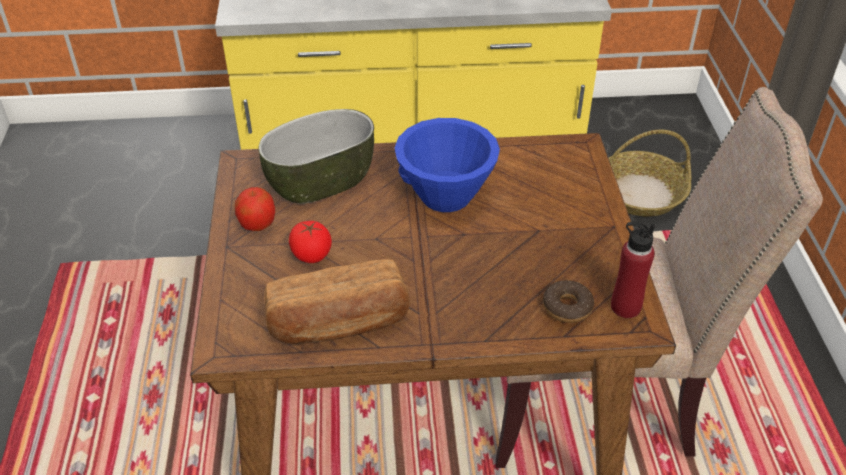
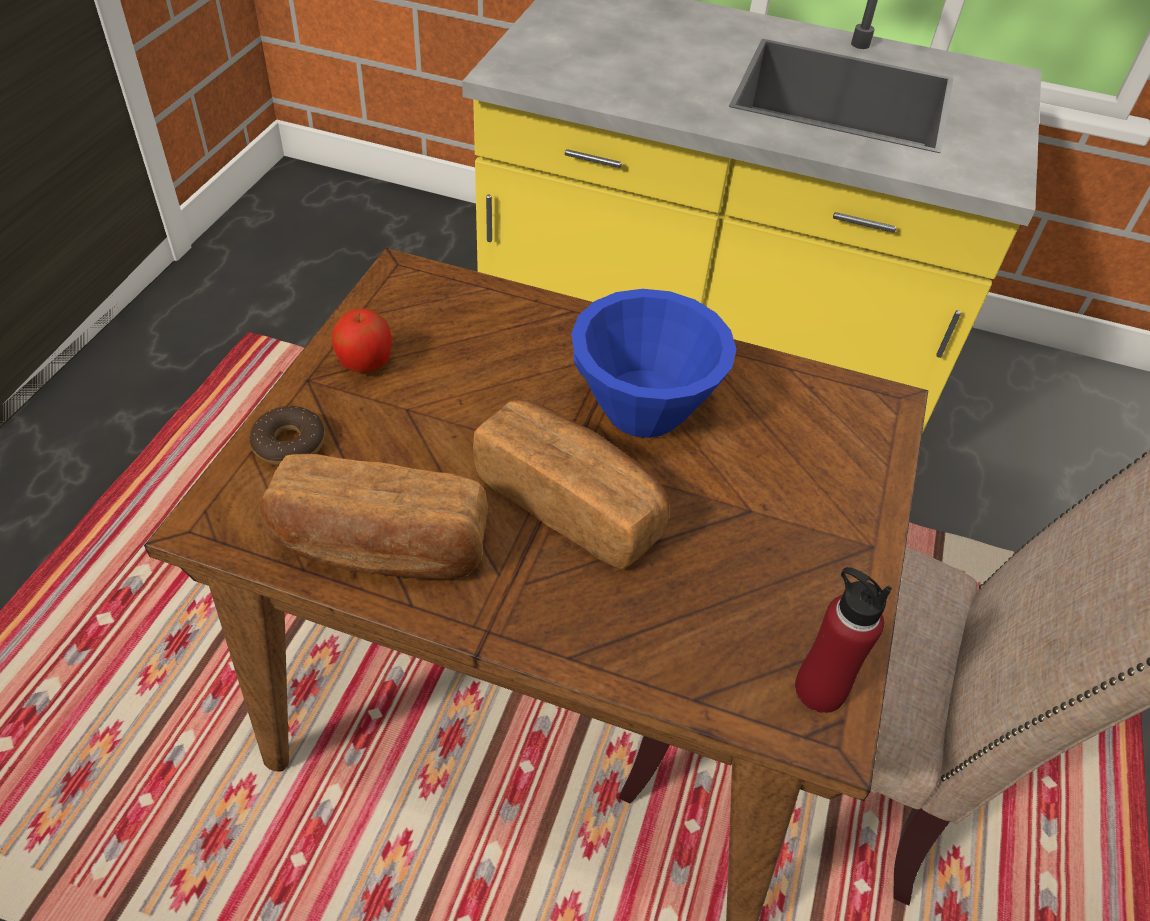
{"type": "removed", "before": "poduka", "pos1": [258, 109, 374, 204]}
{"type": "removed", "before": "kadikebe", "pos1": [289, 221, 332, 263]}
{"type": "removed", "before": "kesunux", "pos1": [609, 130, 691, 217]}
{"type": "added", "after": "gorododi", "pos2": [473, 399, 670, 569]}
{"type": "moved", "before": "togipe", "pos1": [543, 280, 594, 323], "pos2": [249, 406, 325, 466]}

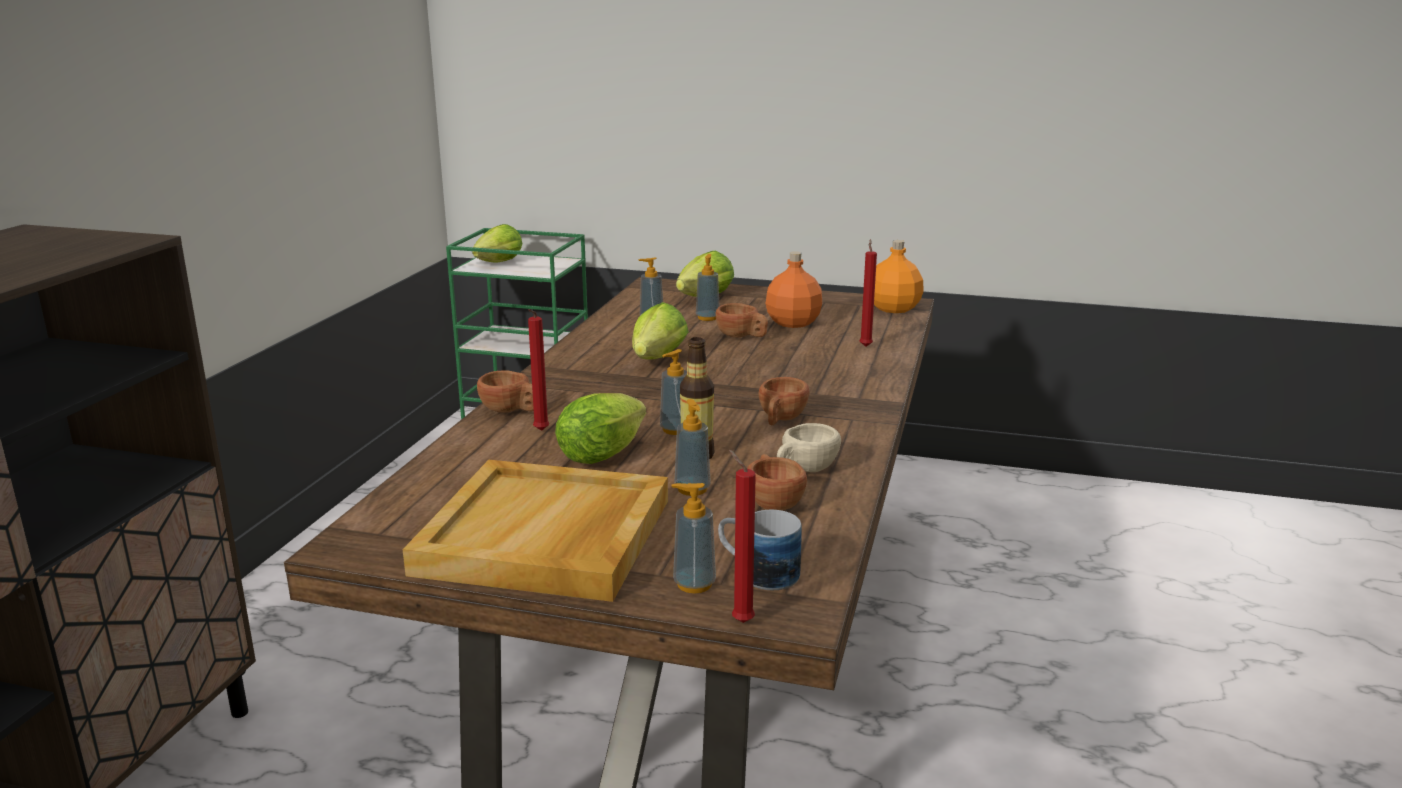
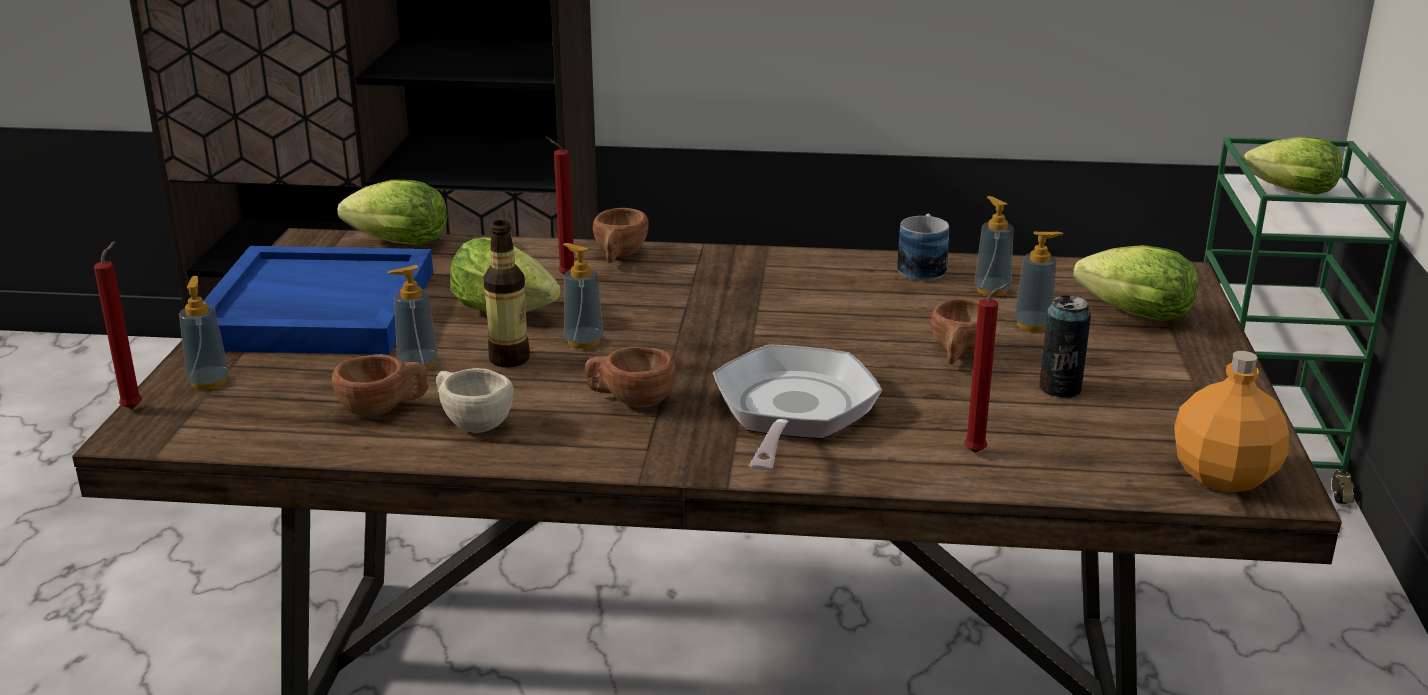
{"type": "added", "after": "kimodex", "pos2": [713, 344, 882, 471]}
{"type": "moved", "before": "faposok", "pos1": [632, 302, 689, 360], "pos2": [337, 180, 447, 245]}
{"type": "moved", "before": "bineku", "pos1": [718, 510, 802, 590], "pos2": [897, 214, 949, 281]}
{"type": "replaced", "before": "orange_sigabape", "after": "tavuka", "pos1": [765, 251, 822, 328], "pos2": [1039, 295, 1091, 398]}
{"type": "recoloured", "before": "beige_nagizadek", "after": "blue_nagizadek", "pos1": [403, 460, 668, 602], "pos2": [203, 246, 433, 355]}

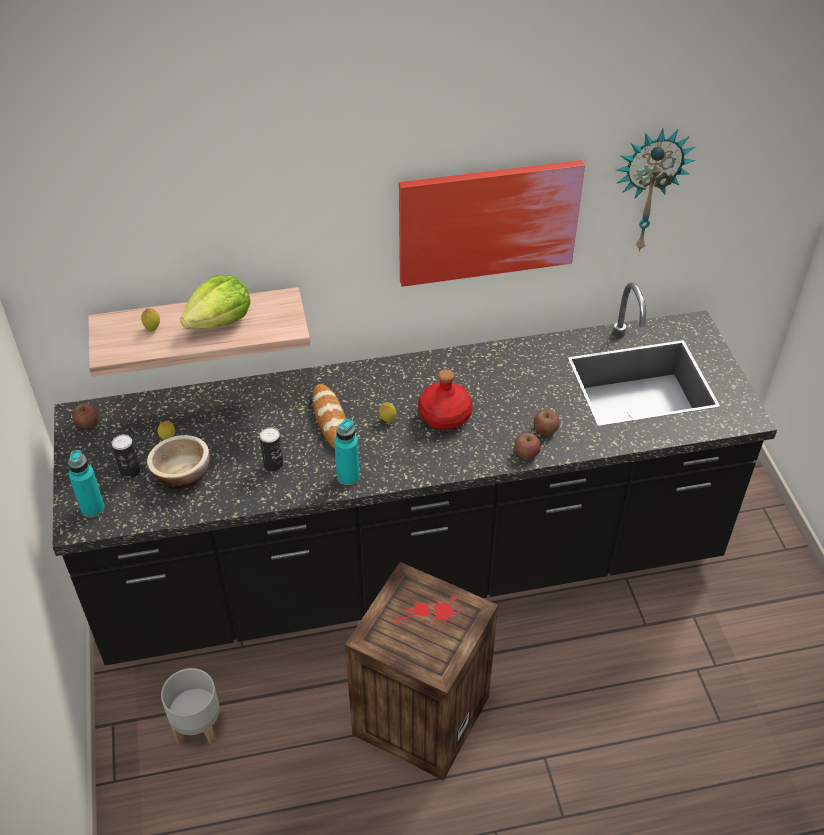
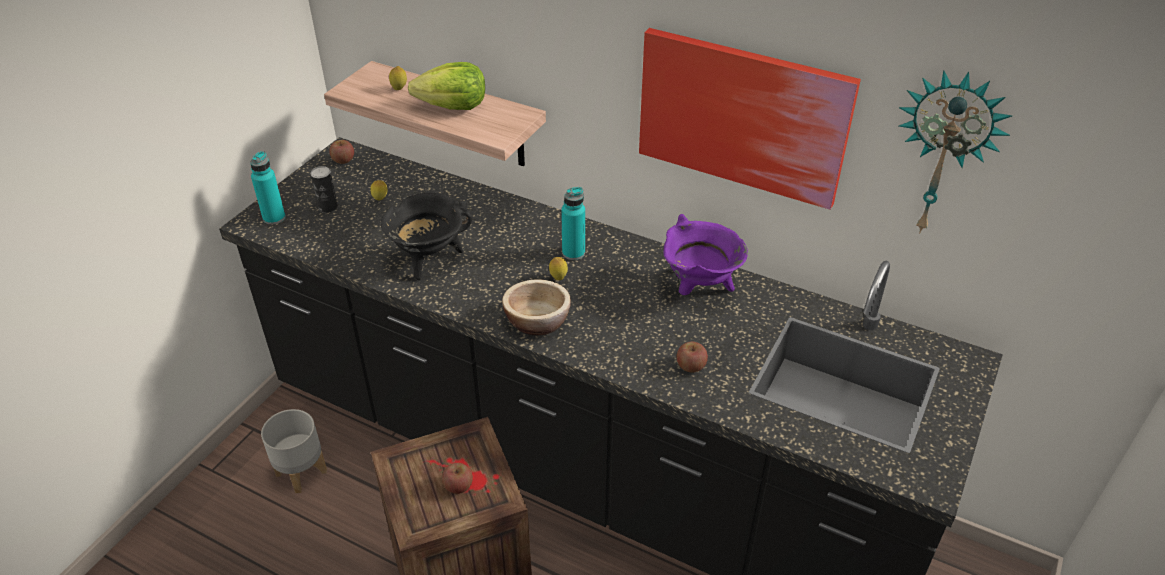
{"type": "removed", "before": "gorododi", "pos1": [313, 384, 346, 449]}
{"type": "removed", "before": "red_sigabape", "pos1": [418, 369, 473, 430]}
{"type": "added", "after": "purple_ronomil", "pos2": [664, 214, 748, 295]}
{"type": "moved", "before": "poduka", "pos1": [147, 435, 210, 489], "pos2": [502, 279, 571, 335]}
{"type": "moved", "before": "turquoise_sigabape", "pos1": [334, 419, 360, 485], "pos2": [561, 187, 585, 260]}
{"type": "moved", "before": "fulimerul", "pos1": [514, 433, 541, 459], "pos2": [442, 463, 473, 494]}
{"type": "replaced", "before": "tavuka", "after": "black_ronomil", "pos1": [259, 427, 283, 472], "pos2": [380, 193, 472, 280]}

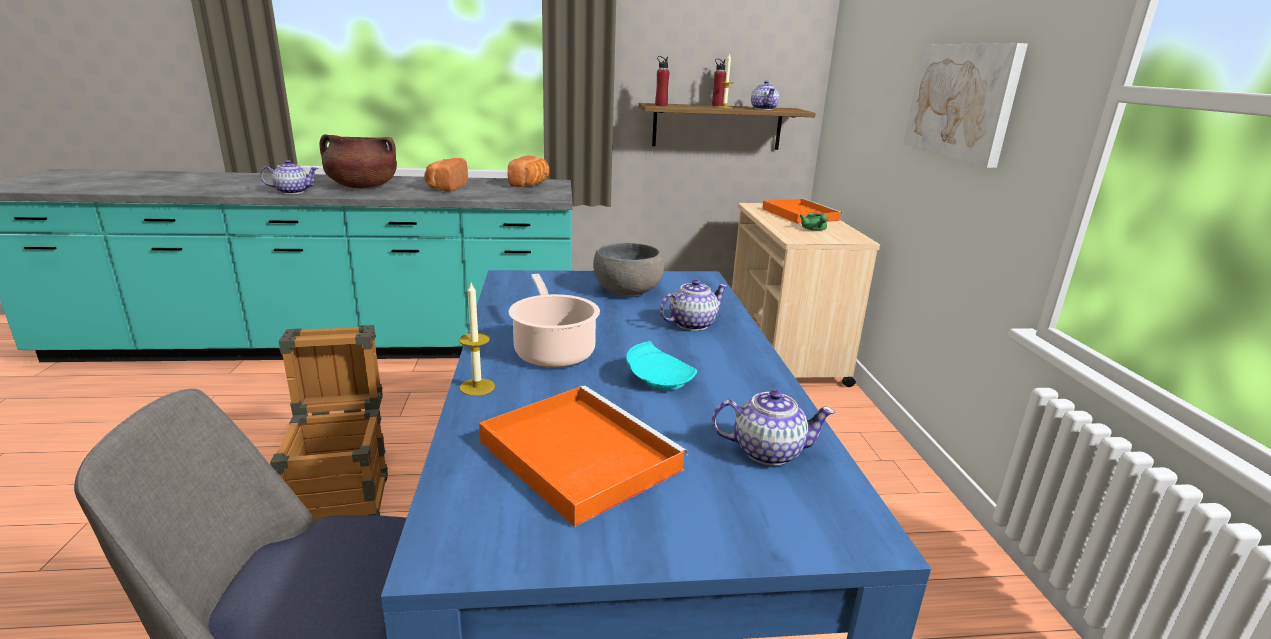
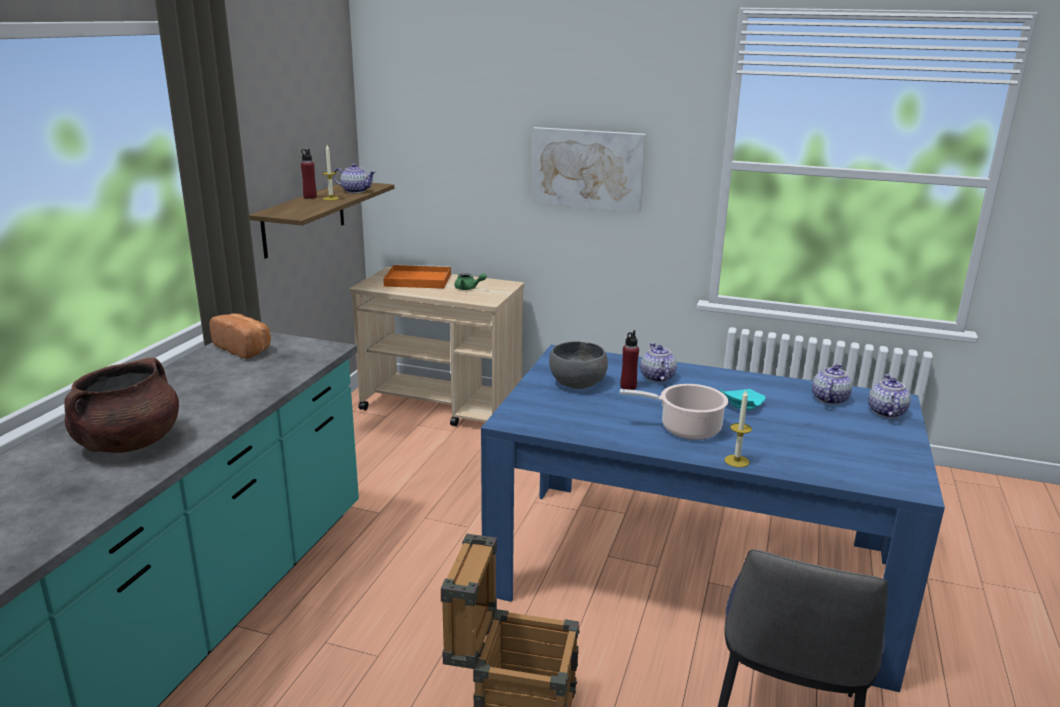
{"type": "removed", "before": "gorododi", "pos1": [424, 158, 468, 192]}
{"type": "removed", "before": "orange_nagizadek", "pos1": [479, 386, 688, 527]}
{"type": "moved", "before": "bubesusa", "pos1": [260, 160, 318, 194], "pos2": [868, 374, 911, 418]}
{"type": "moved", "before": "red_sigabape", "pos1": [655, 56, 669, 106], "pos2": [620, 330, 639, 390]}

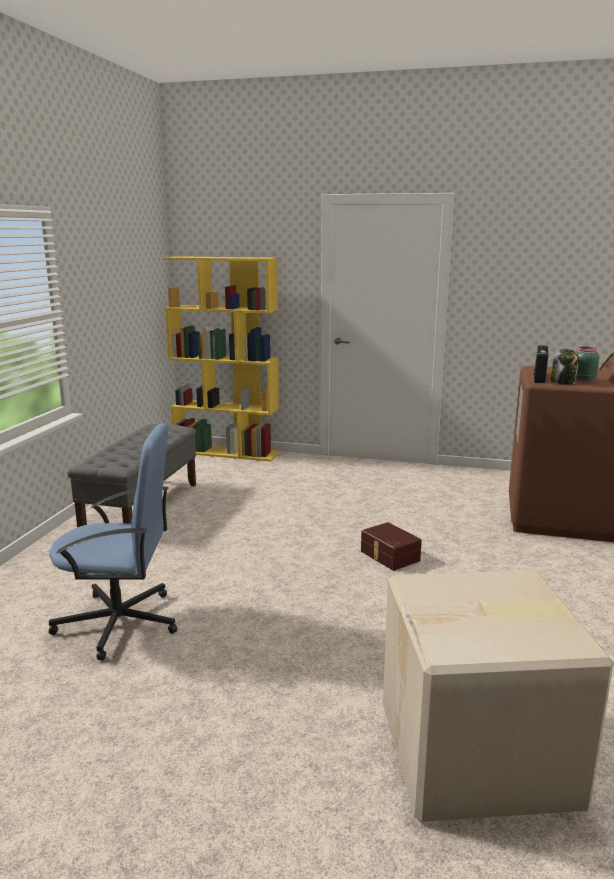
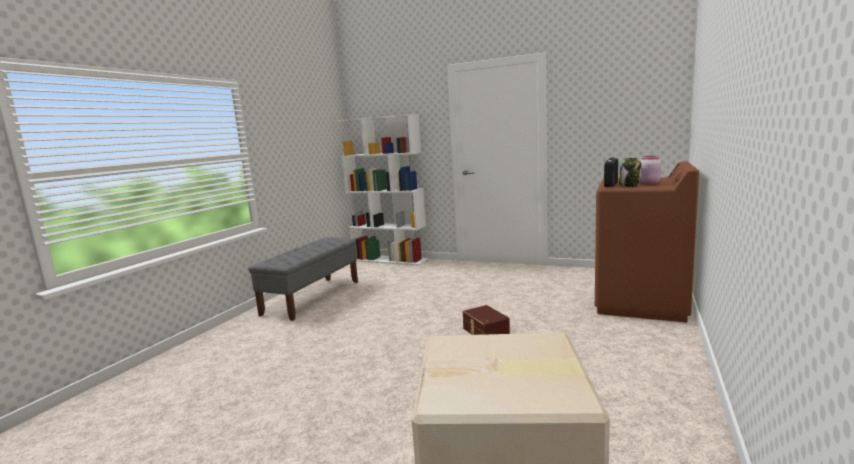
{"type": "removed", "before": "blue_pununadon", "pos1": [48, 423, 177, 661]}
{"type": "recoloured", "before": "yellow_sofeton", "after": "white_sofeton", "pos1": [162, 256, 279, 461], "pos2": [338, 114, 428, 266]}
{"type": "recoloured", "before": "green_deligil", "after": "pink_deligil", "pos1": [575, 347, 599, 382], "pos2": [640, 156, 661, 185]}

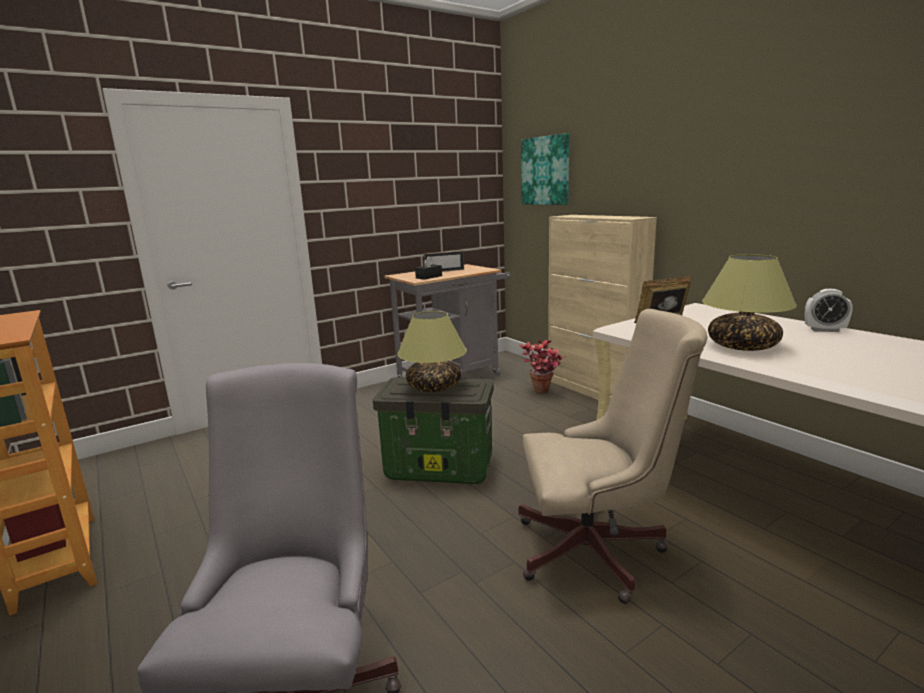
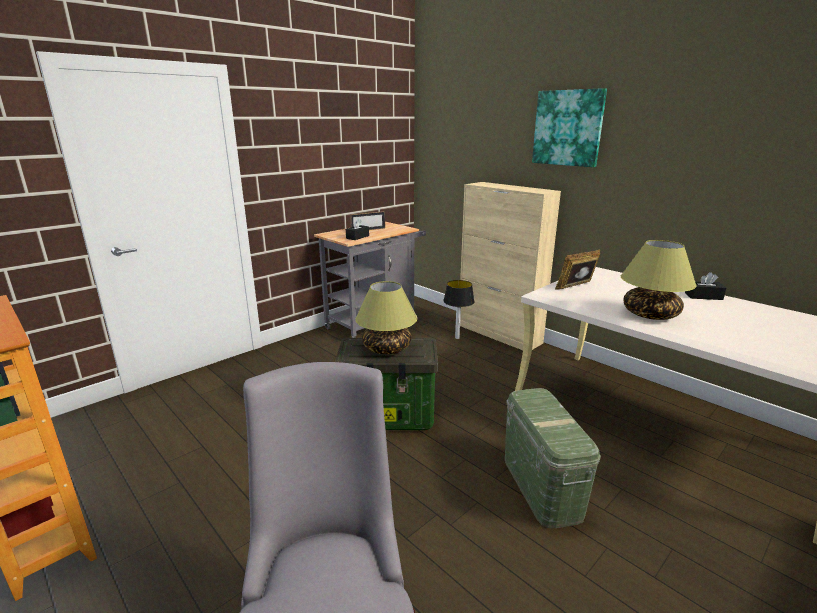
{"type": "moved", "before": "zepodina", "pos1": [521, 133, 569, 205], "pos2": [532, 88, 607, 167]}
{"type": "replaced", "before": "beige_pununadon", "after": "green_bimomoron", "pos1": [518, 309, 707, 604], "pos2": [505, 388, 601, 528]}
{"type": "replaced", "before": "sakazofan", "after": "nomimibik", "pos1": [519, 340, 567, 393], "pos2": [443, 280, 474, 339]}
{"type": "replaced", "before": "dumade", "after": "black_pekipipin", "pos1": [805, 289, 852, 332], "pos2": [685, 272, 726, 300]}

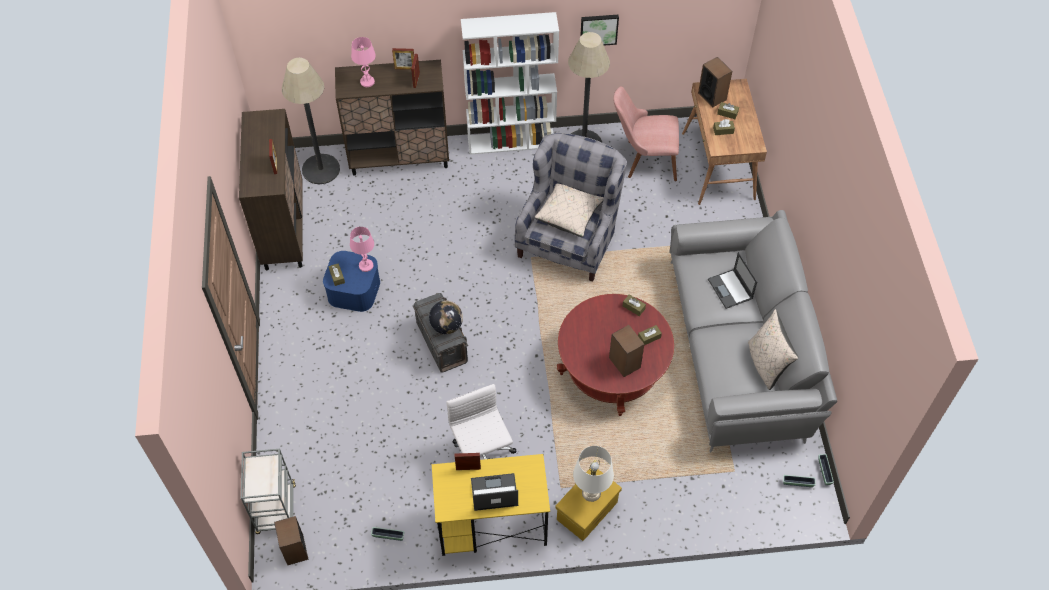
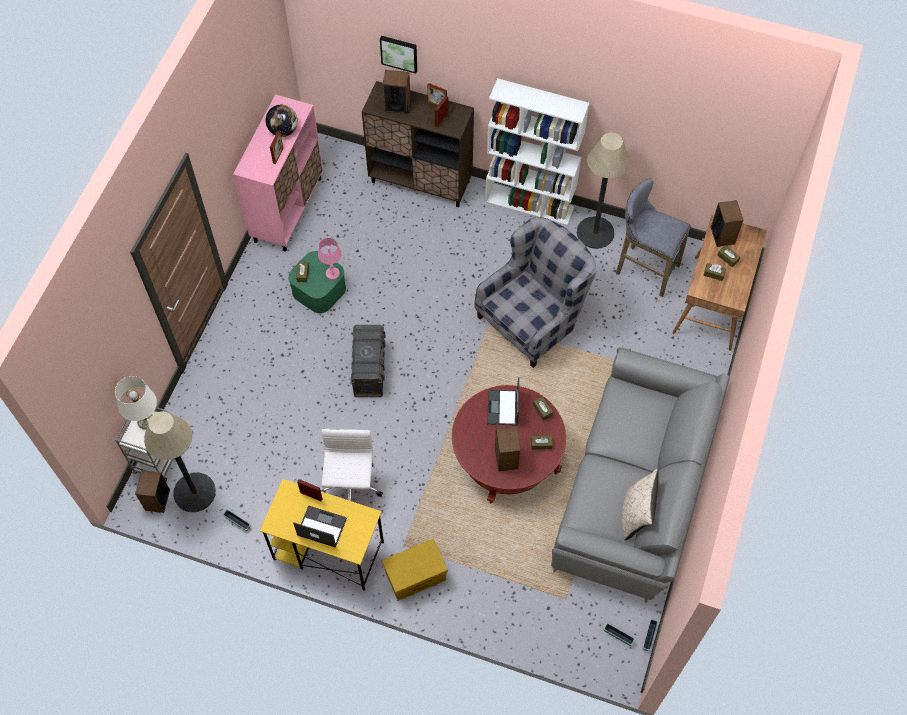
{"type": "removed", "before": "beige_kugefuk", "pos1": [535, 184, 604, 237]}
{"type": "moved", "before": "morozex", "pos1": [282, 58, 340, 184], "pos2": [144, 411, 216, 512]}
{"type": "moved", "before": "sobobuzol", "pos1": [429, 300, 463, 334], "pos2": [266, 105, 298, 137]}
{"type": "moved", "before": "white_nomimibik", "pos1": [573, 446, 614, 502], "pos2": [115, 376, 157, 430]}
{"type": "moved", "before": "zepodina", "pos1": [580, 15, 619, 46], "pos2": [380, 36, 417, 74]}
{"type": "moved", "before": "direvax", "pos1": [708, 252, 757, 309], "pos2": [487, 377, 519, 426]}
{"type": "replaced", "before": "pink_nomimibik", "after": "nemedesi", "pos1": [351, 37, 376, 87], "pos2": [382, 70, 411, 114]}
{"type": "replaced", "before": "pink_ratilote", "after": "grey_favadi", "pos1": [613, 86, 679, 181], "pos2": [616, 178, 691, 297]}
{"type": "recoloured", "before": "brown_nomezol", "after": "pink_nomezol", "pos1": [239, 109, 303, 271], "pos2": [233, 94, 323, 251]}
{"type": "recoloured", "before": "blue_bimomoron", "after": "green_bimomoron", "pos1": [323, 251, 380, 312], "pos2": [288, 251, 346, 314]}

